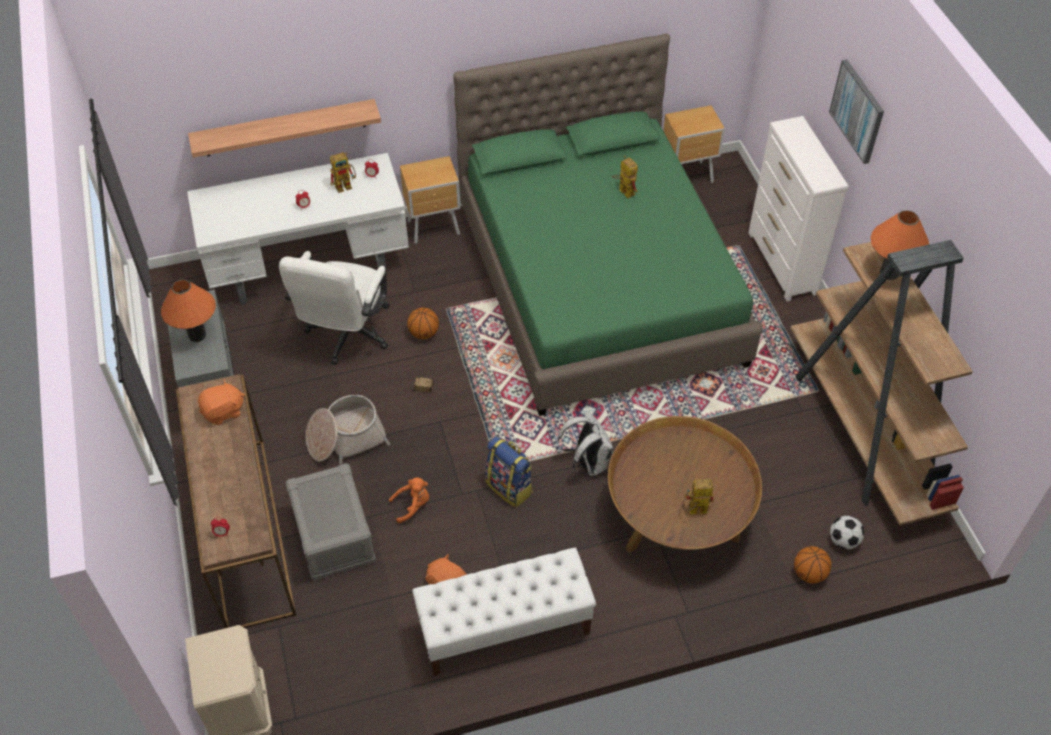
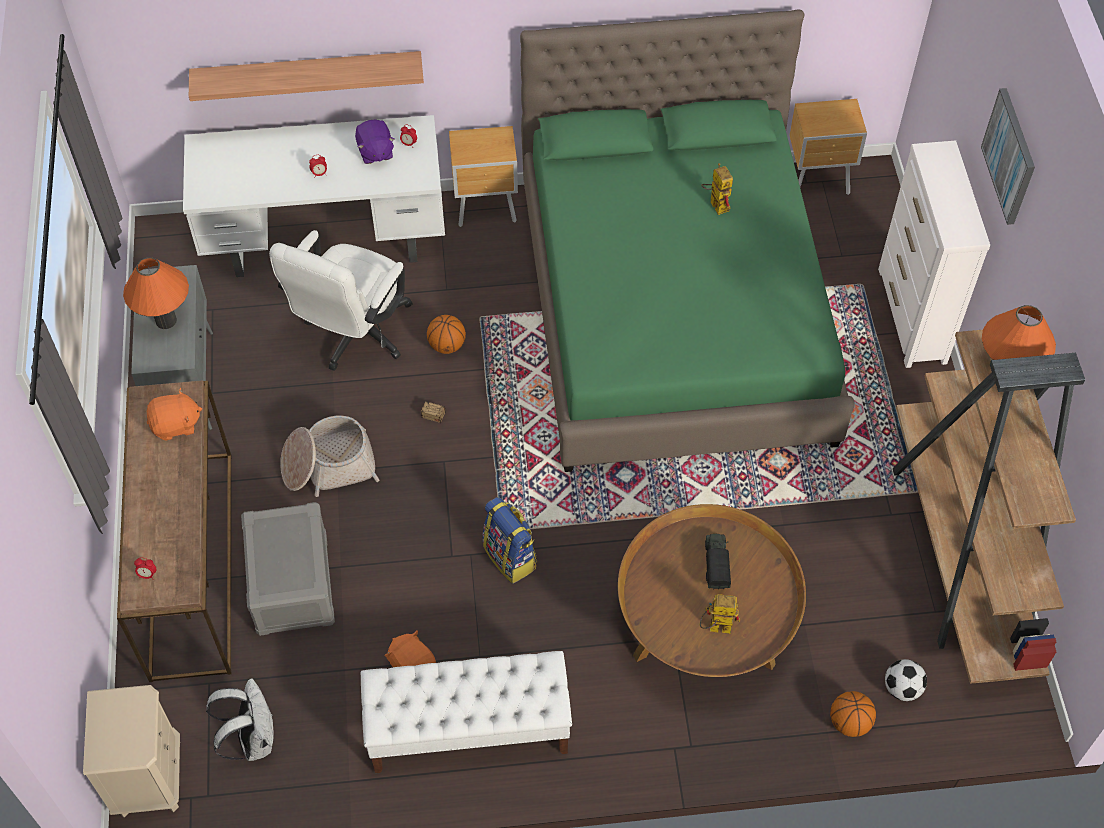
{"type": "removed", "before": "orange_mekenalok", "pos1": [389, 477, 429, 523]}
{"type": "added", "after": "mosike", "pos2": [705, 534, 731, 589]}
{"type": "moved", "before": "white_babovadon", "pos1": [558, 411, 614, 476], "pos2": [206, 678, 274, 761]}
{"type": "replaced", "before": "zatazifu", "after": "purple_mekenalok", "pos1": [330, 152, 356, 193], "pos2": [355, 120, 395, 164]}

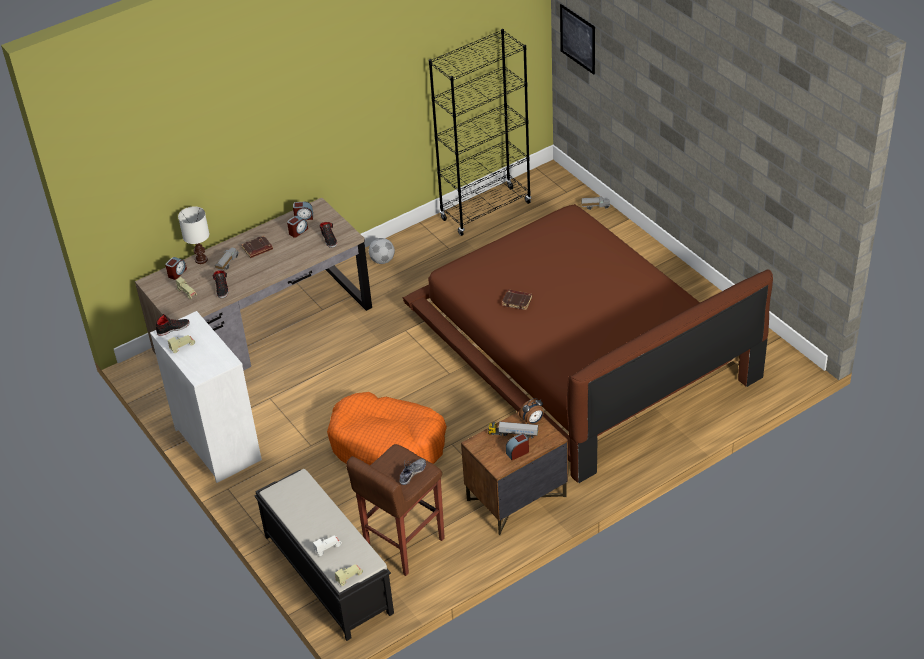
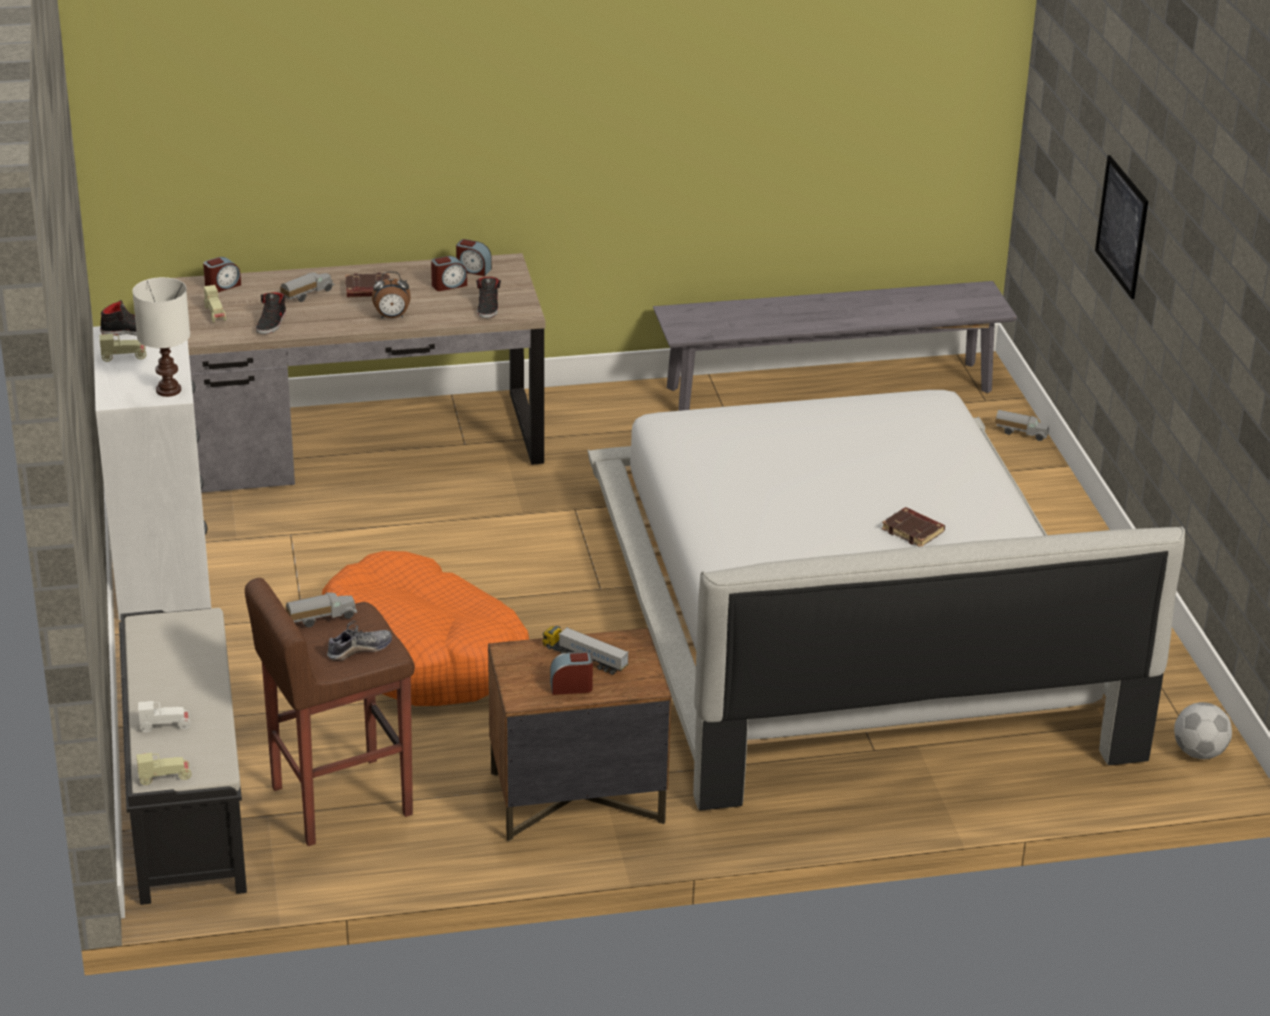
{"type": "added", "after": "mosike", "pos2": [286, 592, 357, 627]}
{"type": "moved", "before": "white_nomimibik", "pos1": [178, 206, 209, 264], "pos2": [132, 277, 190, 397]}
{"type": "moved", "before": "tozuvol", "pos1": [369, 238, 395, 264], "pos2": [1174, 702, 1232, 759]}
{"type": "moved", "before": "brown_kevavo", "pos1": [502, 289, 532, 310], "pos2": [881, 507, 945, 547]}
{"type": "moved", "before": "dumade", "pos1": [519, 398, 544, 424], "pos2": [372, 272, 411, 318]}
{"type": "moved", "before": "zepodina", "pos1": [560, 4, 595, 75], "pos2": [1095, 155, 1148, 299]}
{"type": "replaced", "before": "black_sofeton", "after": "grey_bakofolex", "pos1": [429, 29, 531, 236], "pos2": [653, 281, 1017, 411]}
{"type": "recoloured", "before": "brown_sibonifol", "after": "white_sibonifol", "pos1": [402, 204, 773, 483], "pos2": [588, 390, 1185, 811]}

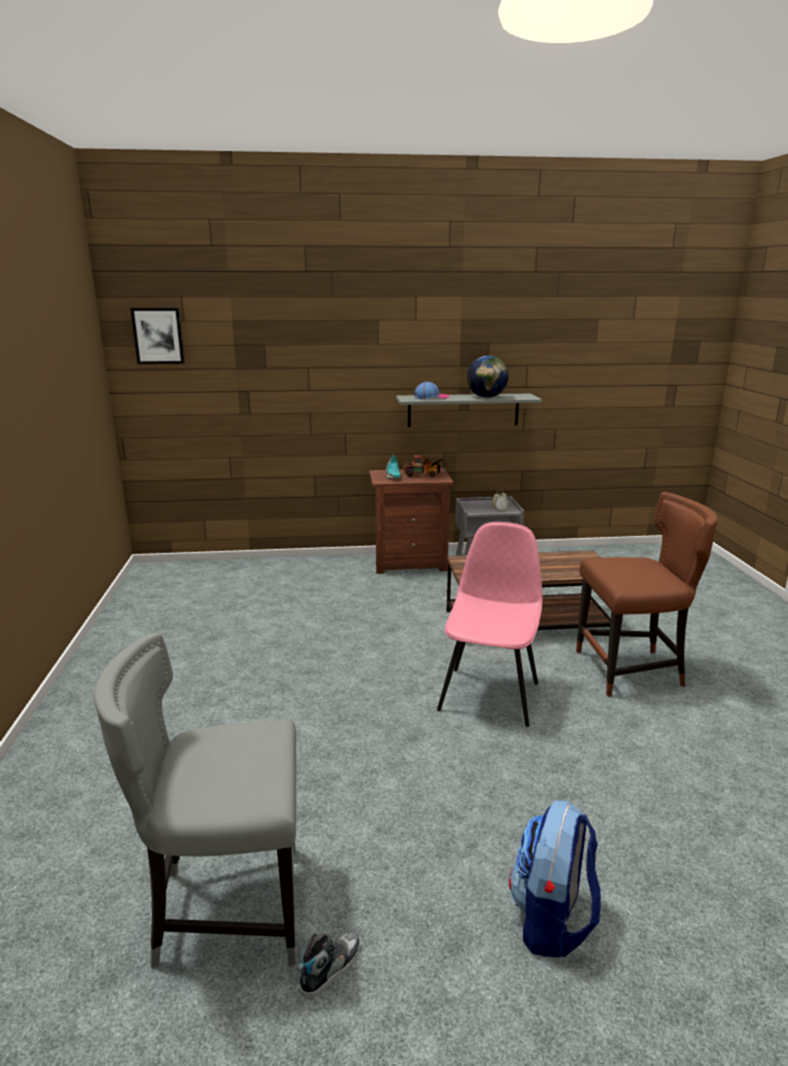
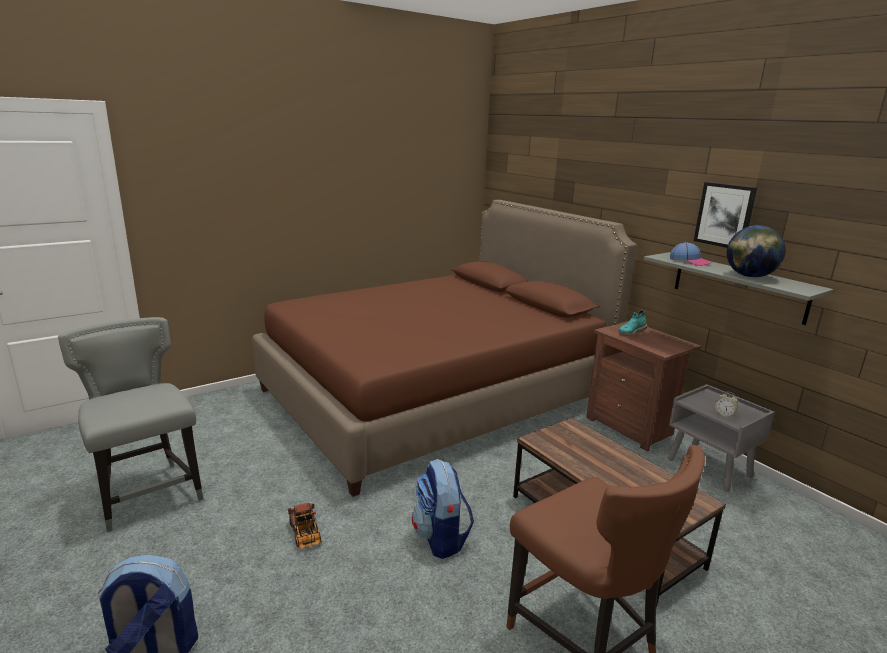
{"type": "removed", "before": "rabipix", "pos1": [297, 931, 360, 999]}
{"type": "added", "after": "brown_sibonifol", "pos2": [252, 200, 637, 497]}
{"type": "moved", "before": "zepodina", "pos1": [130, 308, 185, 364], "pos2": [694, 182, 757, 248]}
{"type": "moved", "before": "mosike", "pos1": [403, 455, 447, 477], "pos2": [288, 503, 322, 549]}
{"type": "replaced", "before": "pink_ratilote", "after": "babovadon", "pos1": [437, 522, 542, 727], "pos2": [412, 459, 474, 559]}

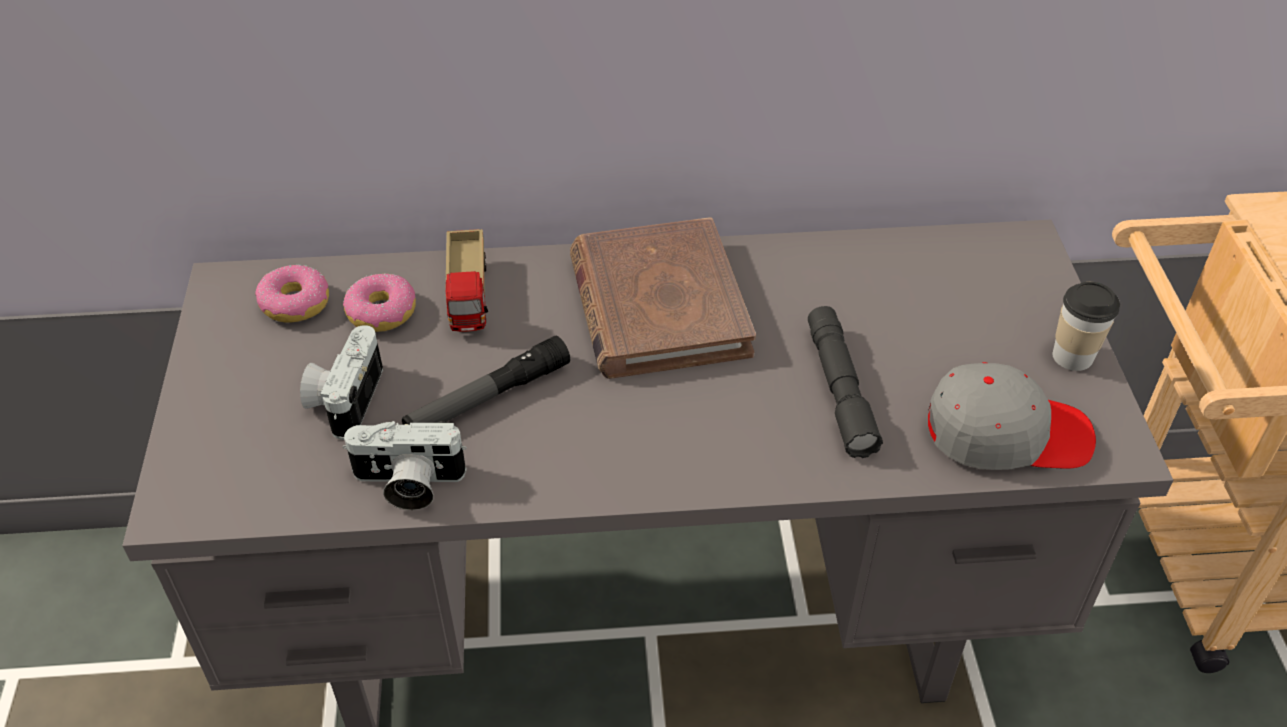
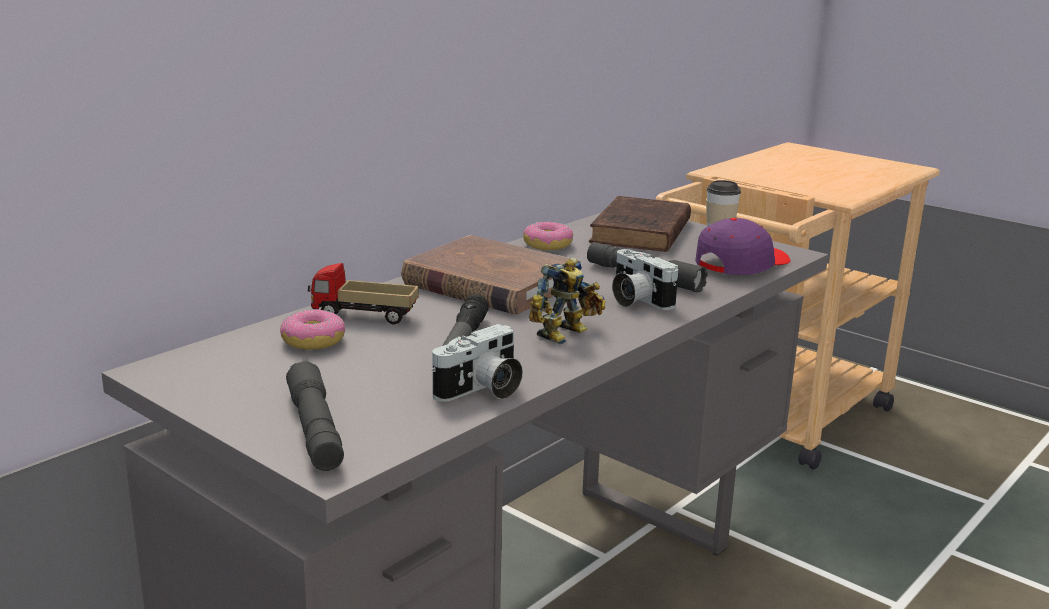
{"type": "added", "after": "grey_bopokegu", "pos2": [286, 361, 344, 471]}
{"type": "added", "after": "zatazifu", "pos2": [529, 257, 606, 344]}
{"type": "added", "after": "brown_kevavo", "pos2": [589, 196, 691, 252]}
{"type": "moved", "before": "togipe", "pos1": [255, 265, 329, 323], "pos2": [523, 221, 573, 250]}
{"type": "moved", "before": "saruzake", "pos1": [300, 325, 383, 440], "pos2": [612, 249, 678, 310]}
{"type": "recoloured", "before": "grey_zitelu", "after": "purple_zitelu", "pos1": [928, 362, 1096, 470], "pos2": [695, 218, 790, 275]}
{"type": "turned", "before": "mosike", "pos1": [446, 229, 488, 332], "pos2": [308, 263, 419, 325], "turn": 150}

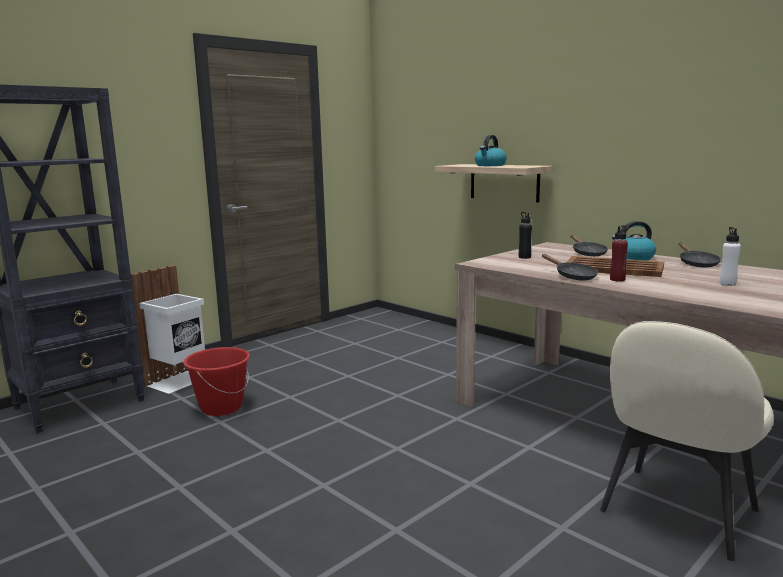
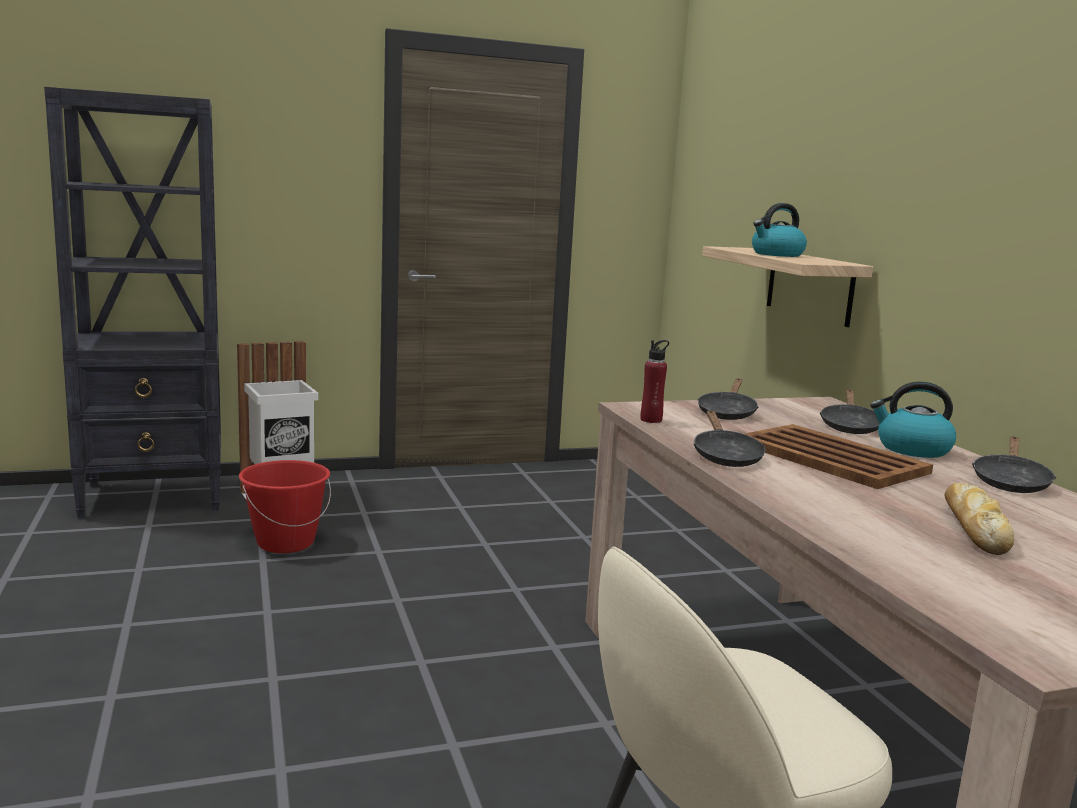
{"type": "moved", "before": "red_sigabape", "pos1": [610, 225, 628, 281], "pos2": [640, 340, 669, 423]}
{"type": "replaced", "before": "black_sigabape", "after": "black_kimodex", "pos1": [519, 212, 532, 259], "pos2": [697, 379, 759, 420]}
{"type": "replaced", "before": "white_sigabape", "after": "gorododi", "pos1": [719, 227, 741, 286], "pos2": [944, 483, 1014, 555]}

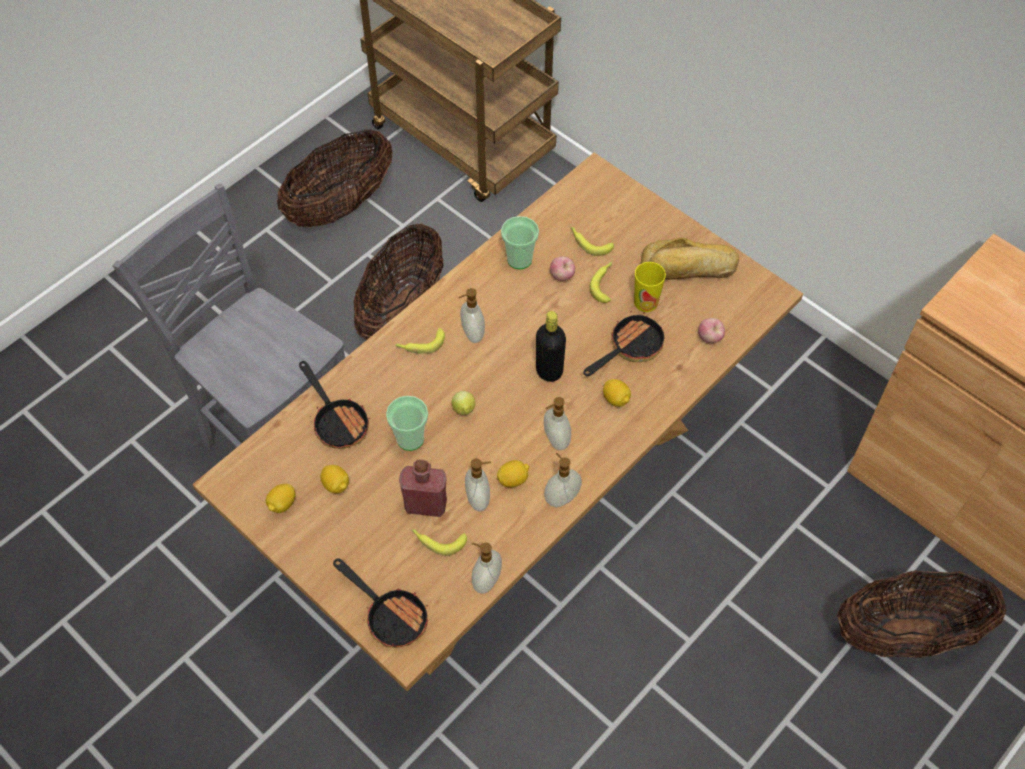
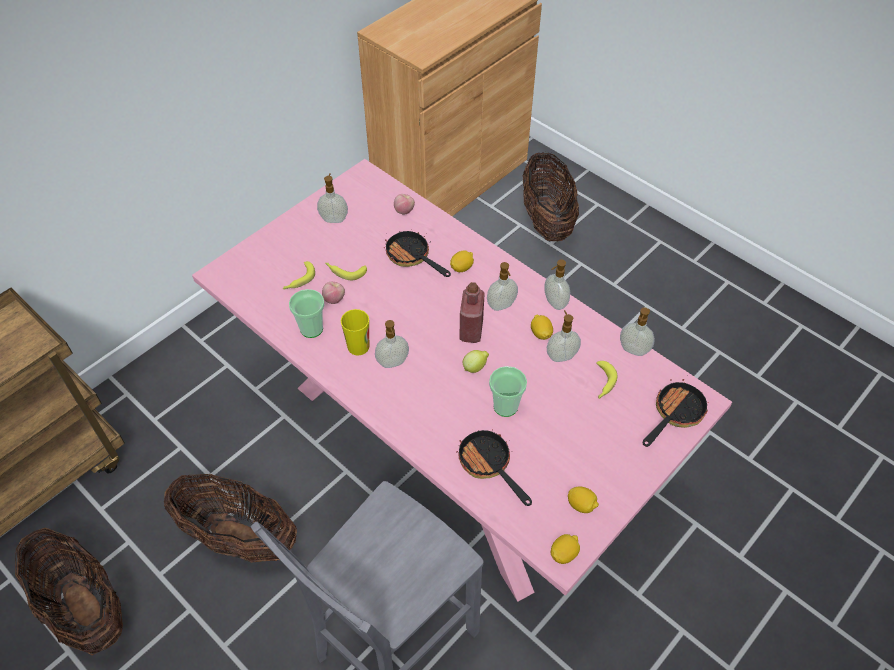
{"type": "removed", "before": "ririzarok", "pos1": [395, 328, 445, 354]}
{"type": "removed", "before": "black_sigabape", "pos1": [536, 311, 566, 382]}
{"type": "moved", "before": "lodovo", "pos1": [320, 465, 349, 494], "pos2": [551, 534, 580, 564]}
{"type": "moved", "before": "red_sigabape", "pos1": [399, 459, 447, 517], "pos2": [459, 282, 485, 343]}
{"type": "moved", "before": "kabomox", "pos1": [634, 262, 666, 312], "pos2": [341, 309, 369, 355]}
{"type": "replaced", "before": "gorododi", "after": "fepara", "pos1": [641, 238, 739, 279], "pos2": [317, 173, 348, 223]}
{"type": "recoloured", "before": "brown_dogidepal", "after": "pink_dogidepal", "pos1": [193, 153, 803, 691], "pos2": [192, 159, 732, 602]}
{"type": "turned", "before": "kimodex", "pos1": [299, 361, 370, 449], "pos2": [456, 429, 532, 506], "turn": -90}

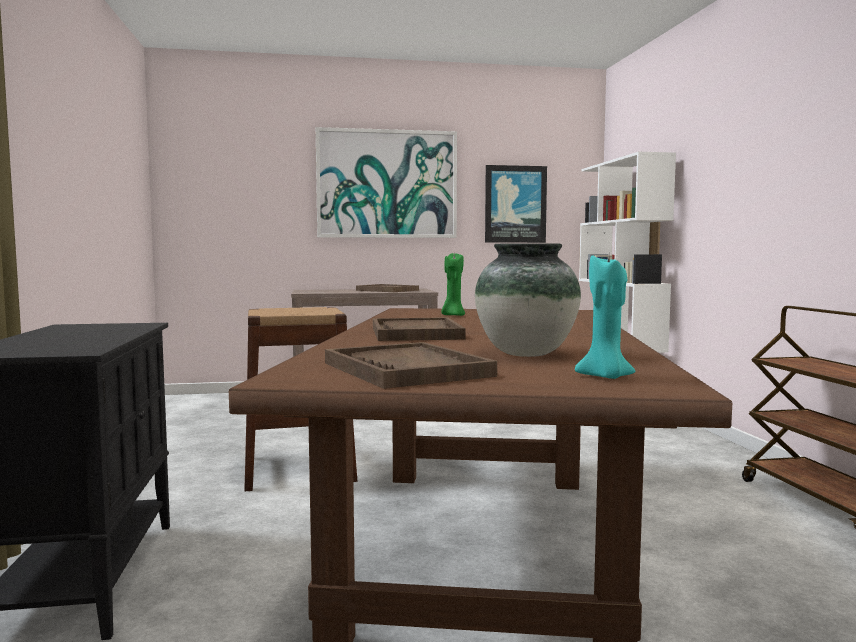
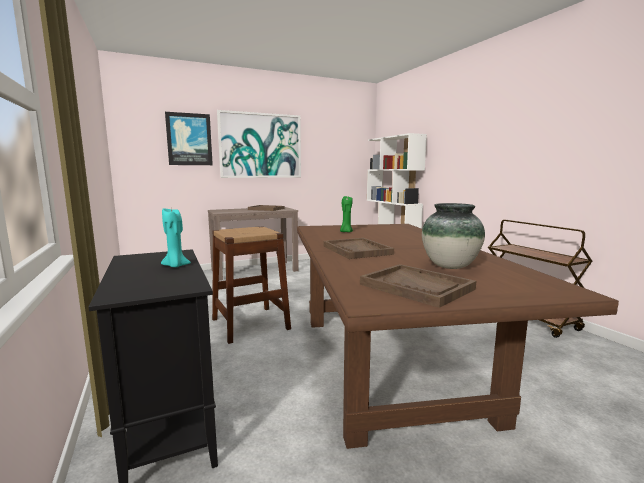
{"type": "moved", "before": "zepodina", "pos1": [485, 165, 547, 243], "pos2": [165, 112, 213, 165]}
{"type": "moved", "before": "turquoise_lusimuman", "pos1": [575, 255, 635, 379], "pos2": [161, 207, 191, 267]}

